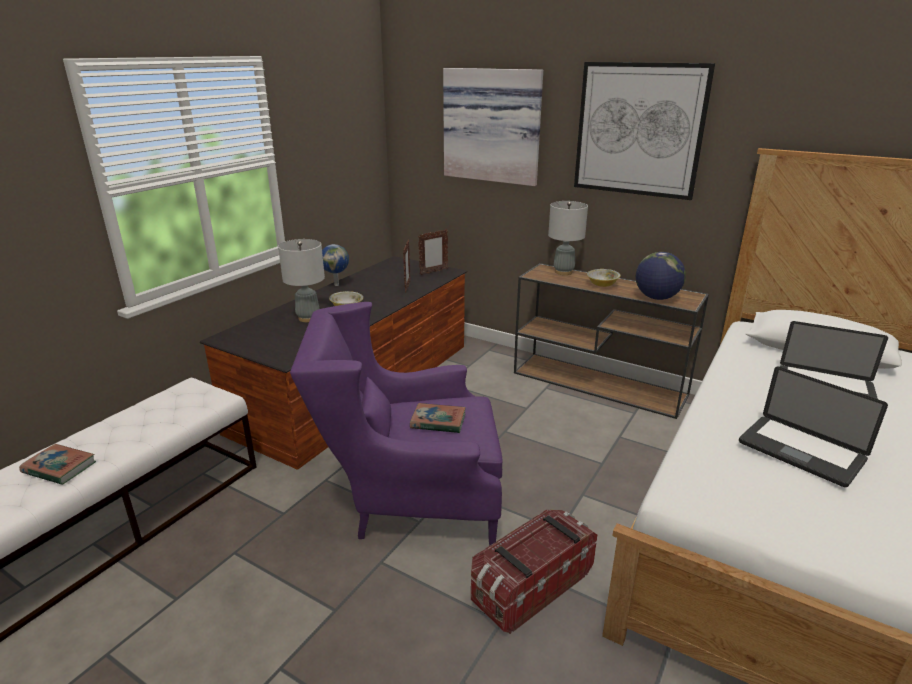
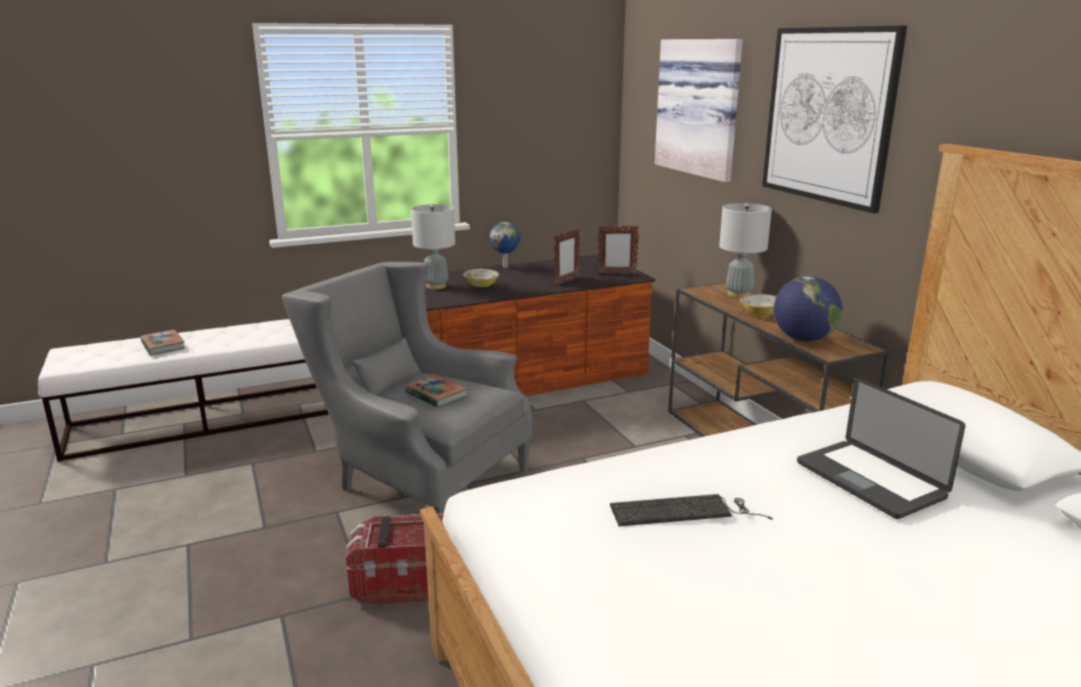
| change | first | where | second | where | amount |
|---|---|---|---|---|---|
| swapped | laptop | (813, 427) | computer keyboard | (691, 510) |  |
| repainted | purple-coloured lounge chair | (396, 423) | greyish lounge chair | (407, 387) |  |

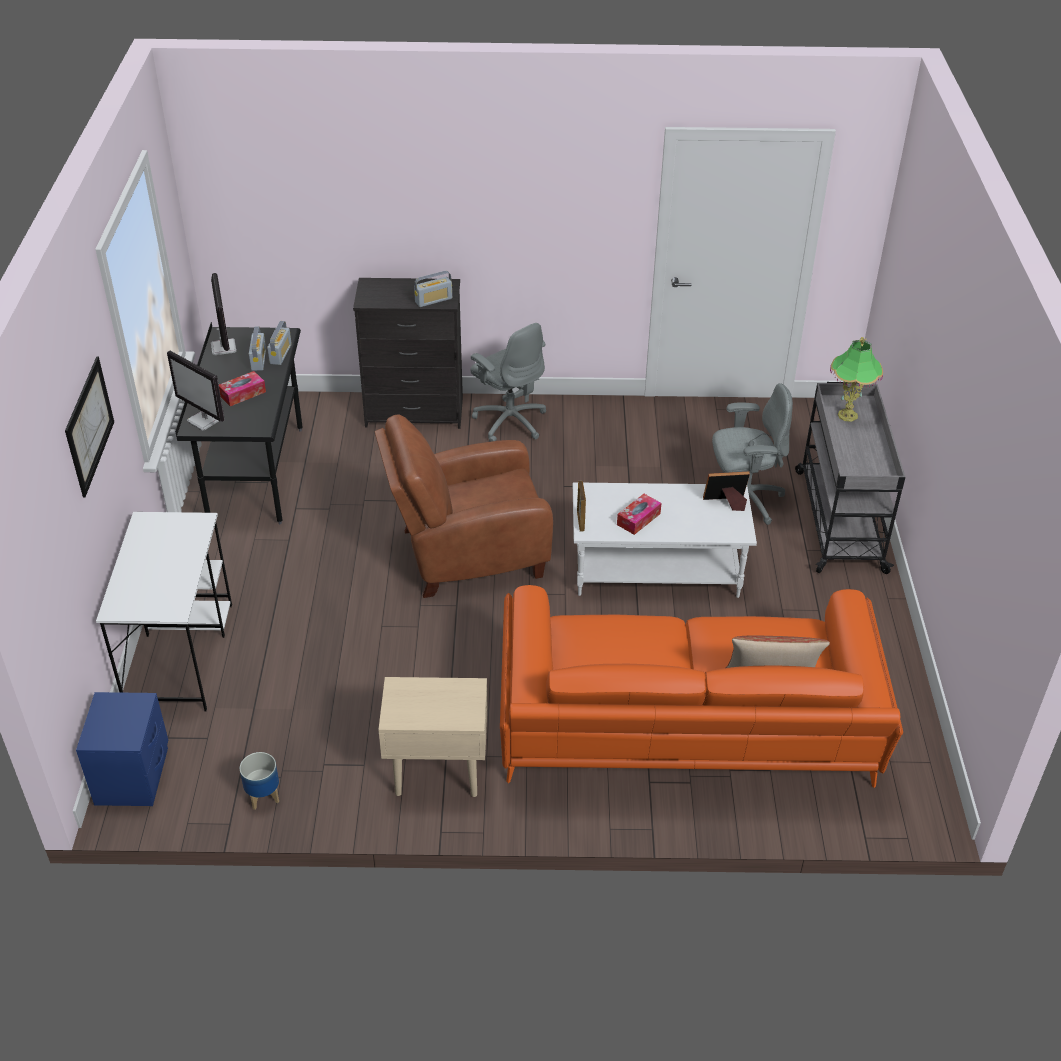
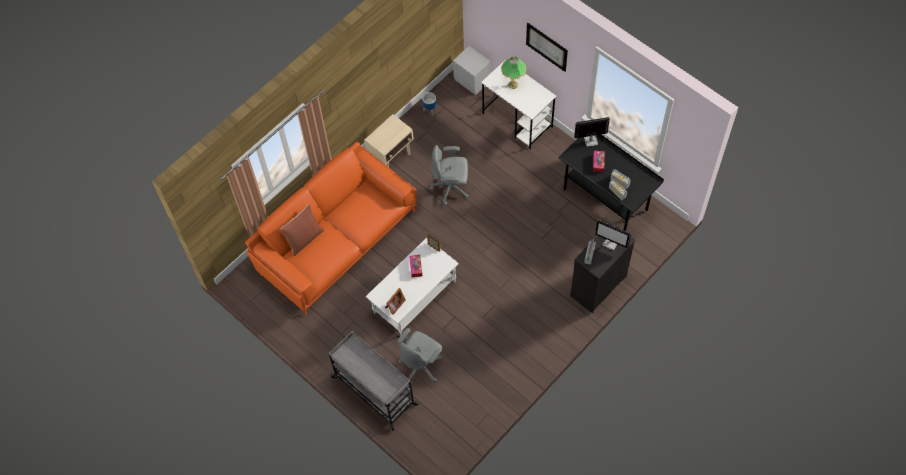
| change | first | where | second | where | amount |
|---|---|---|---|---|---|
| gone | brown-coloured lounge chair | (464, 506) |  |  |  |
| shifted | computer screen | (224, 314) |  | (613, 234) |  |
| shifted | greyish desk chair | (508, 382) |  | (449, 175) |  |
| shifted | lamp for a table | (856, 379) |  | (513, 72) |  |
| repainted | blue nightstand | (122, 749) | greyish nightstand | (472, 70) |  |

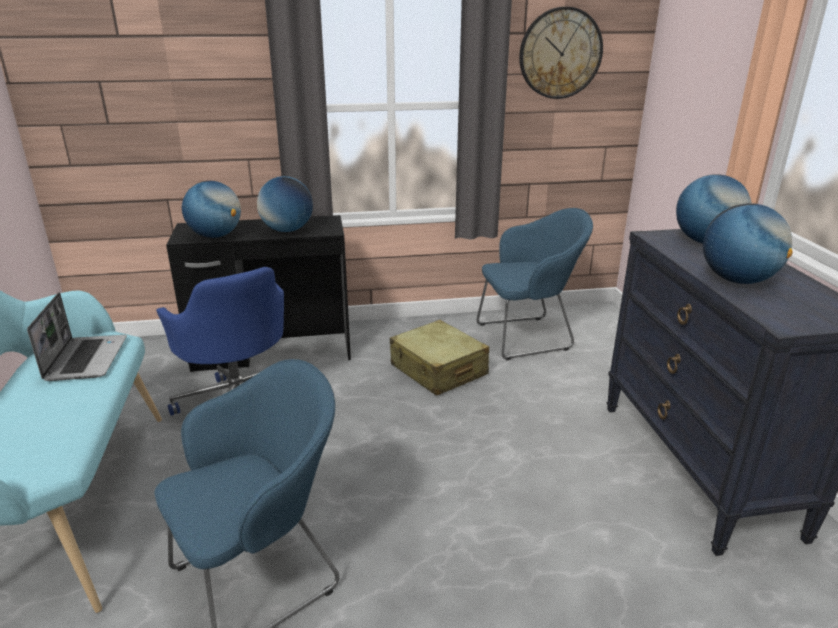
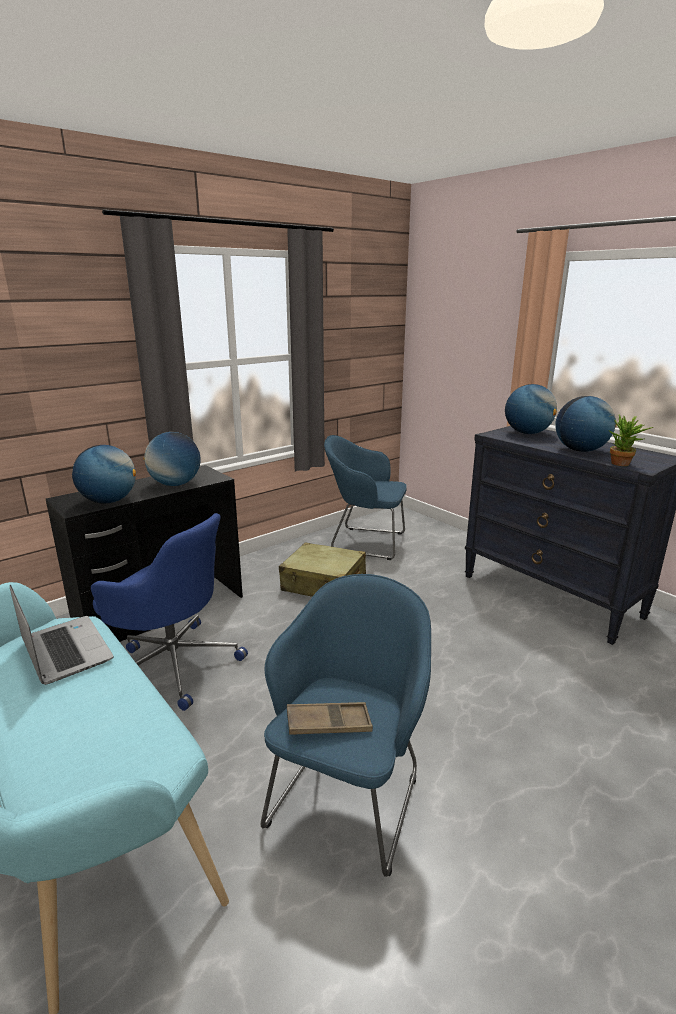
| change | first | where | second | where | amount |
|---|---|---|---|---|---|
| gone | clock on the wall | (561, 52) |  |  |  |
| new |  |  | brown-coloured serving tray | (330, 718) |  |
| new |  |  | potted plant | (631, 440) |  |
| rotated | blue lounge chair | (534, 284) |  | (365, 497) | 120 degrees counterclockwise |

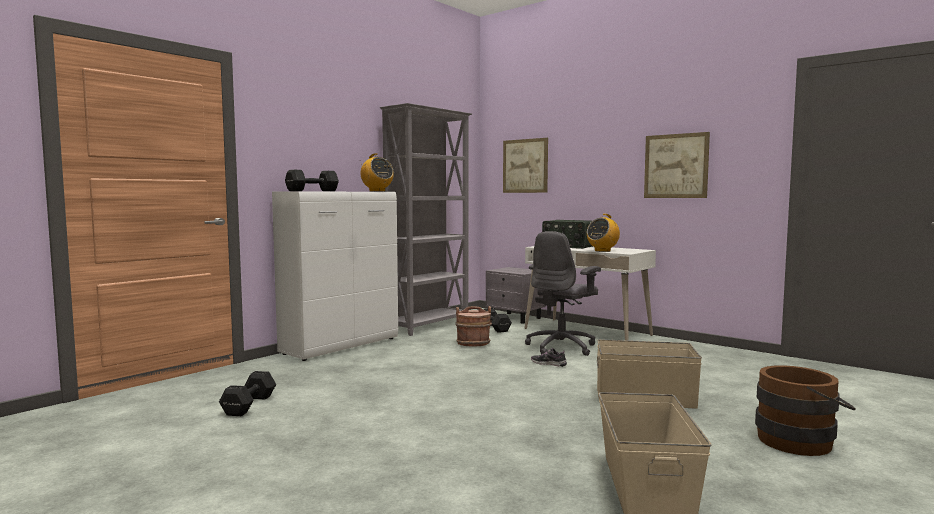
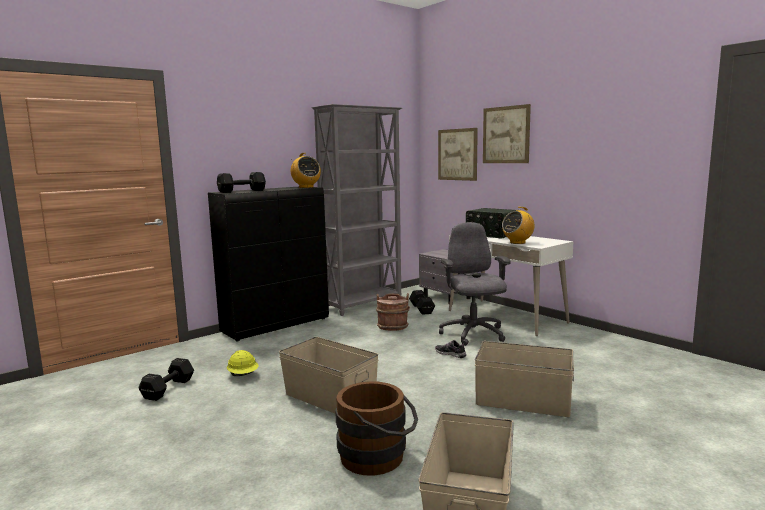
| change | first | where | second | where | amount |
|---|---|---|---|---|---|
| new |  |  | yellow-coloured hard hat | (242, 363) |  |
| new |  |  | beige storage container | (329, 375) |  |
| shifted | picture | (677, 165) |  | (507, 133) |  |
| shifted | brown-coloured water bucket | (805, 410) |  | (376, 428) |  |
| repainted | whitish storage cabinet | (335, 276) | black-coloured storage cabinet | (268, 264) |  |
| rotated | greyish desk chair | (563, 293) |  | (475, 284) | 120 degrees clockwise |

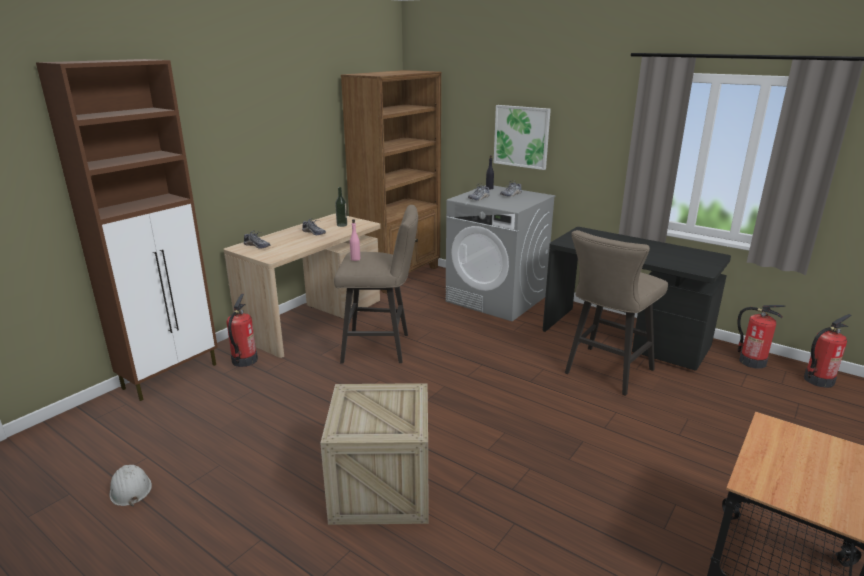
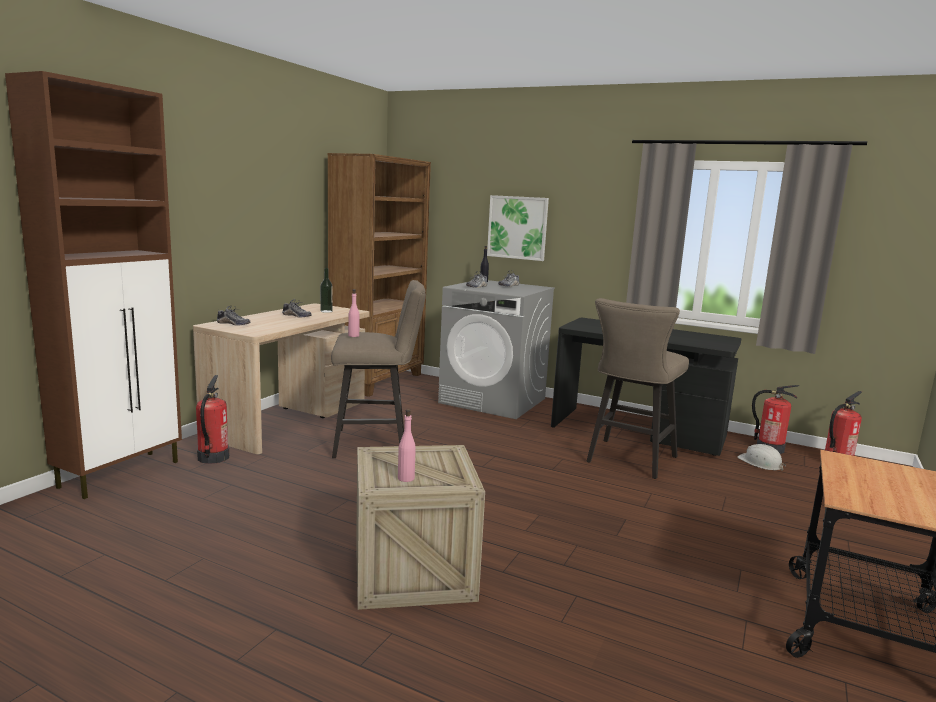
| change | first | where | second | where | amount |
|---|---|---|---|---|---|
| new |  |  | pink bottle | (407, 445) |  |
| shifted | whitish hard hat | (130, 485) |  | (761, 457) |  |

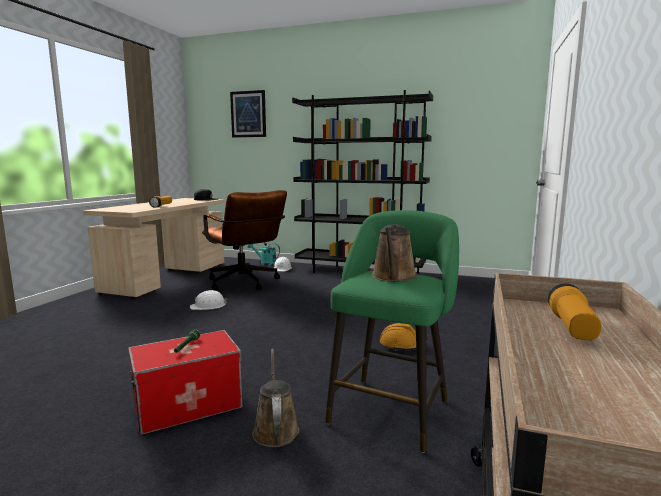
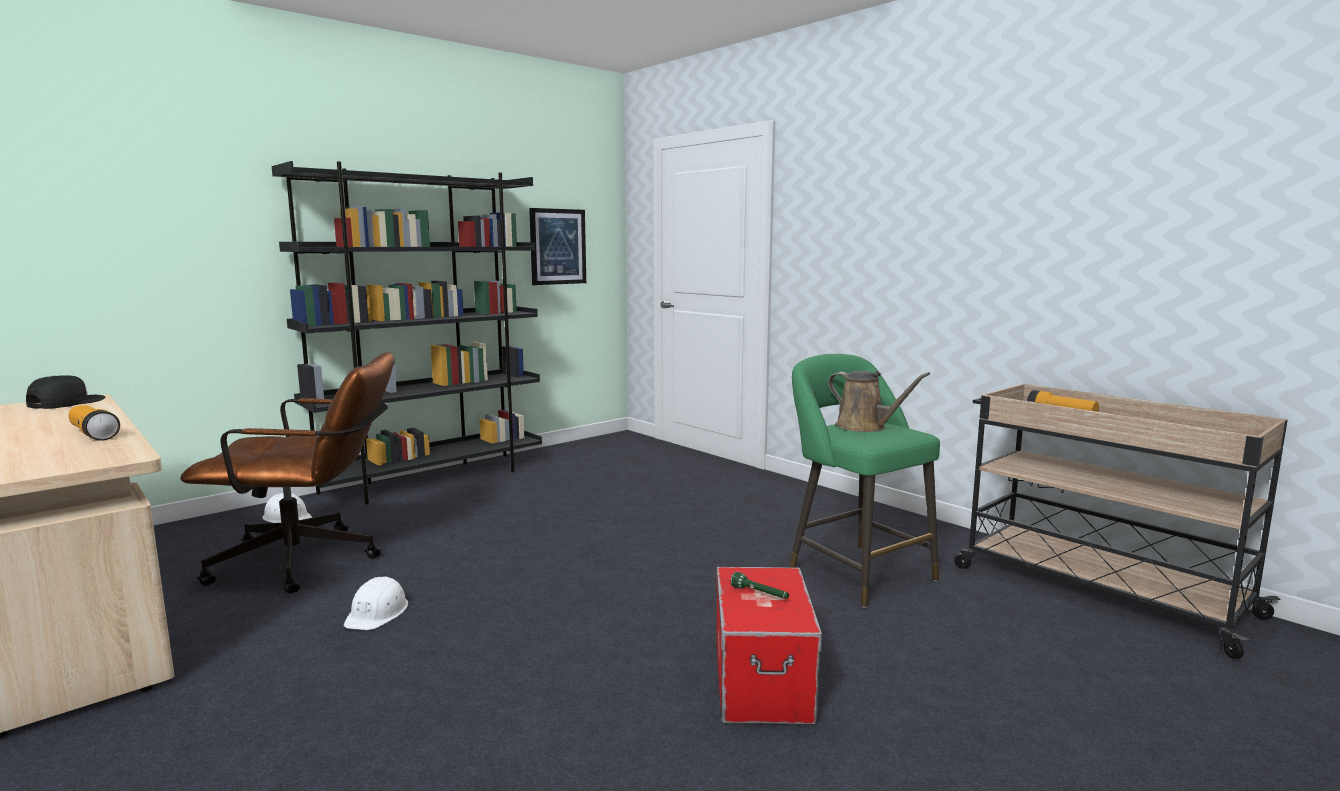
| change | first | where | second | where | amount |
|---|---|---|---|---|---|
| gone | blue-green watering can | (264, 255) |  |  |  |
| gone | brown-coloured watering can | (275, 398) |  |  |  |
| gone | orange-coloured hard hat | (404, 337) |  |  |  |
| shifted | picture | (248, 114) |  | (557, 246) |  |

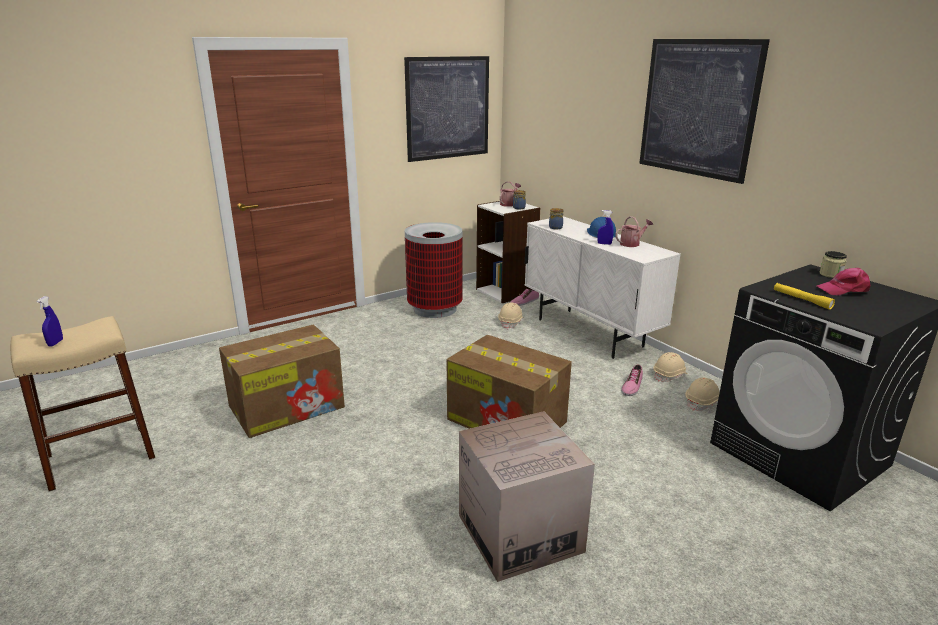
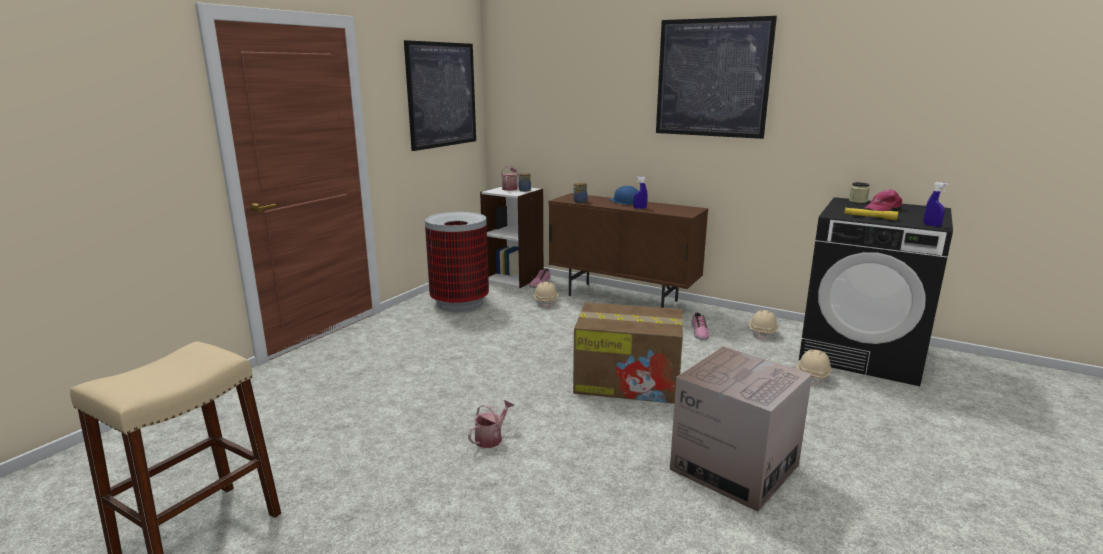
| change | first | where | second | where | amount |
|---|---|---|---|---|---|
| gone | packing box | (282, 381) |  |  |  |
| shifted | blue spray bottle | (49, 321) |  | (936, 204) |  |
| shifted | watering can | (634, 231) |  | (491, 424) |  |
| shifted | beige hard hat | (670, 367) |  | (814, 367) |  |
| repainted | whitish storage cabinet | (603, 288) | brown-coloured storage cabinet | (628, 250) |  |

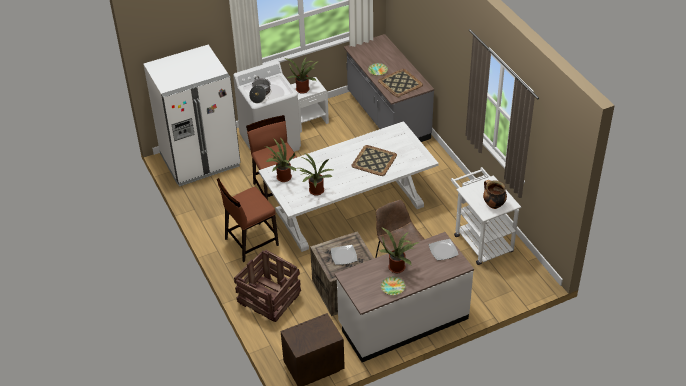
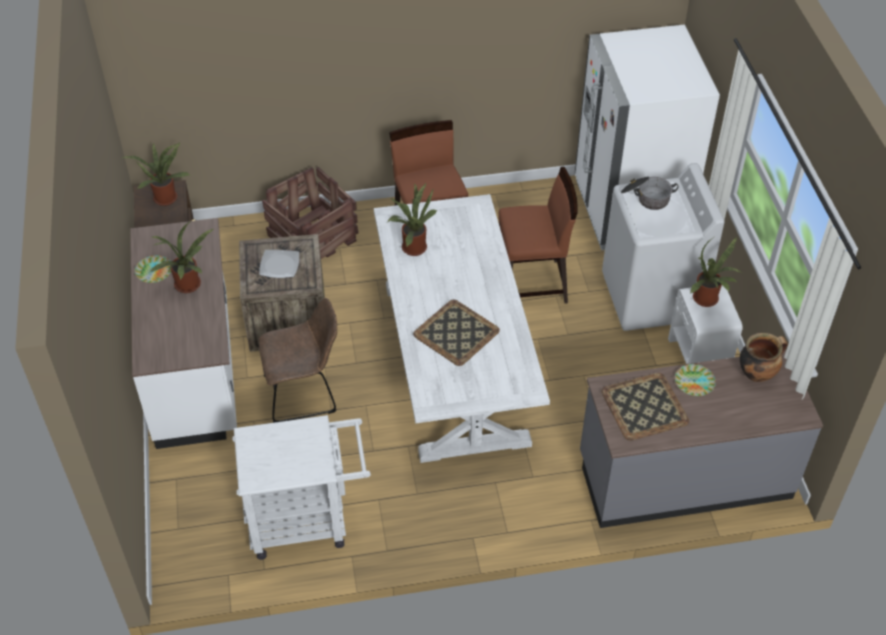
| change | first | where | second | where | amount |
|---|---|---|---|---|---|
| gone | dinner plate | (444, 249) |  |  |  |
| shifted | potted plant | (280, 159) |  | (156, 174) |  |
| shifted | saucepot | (495, 194) |  | (764, 357) |  |

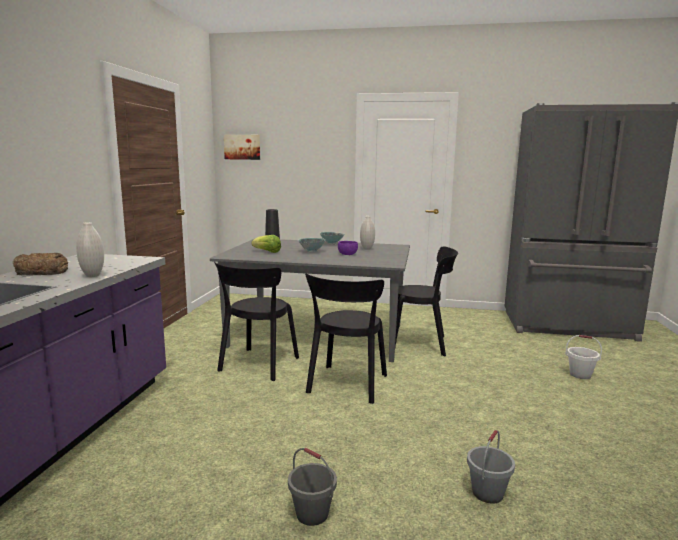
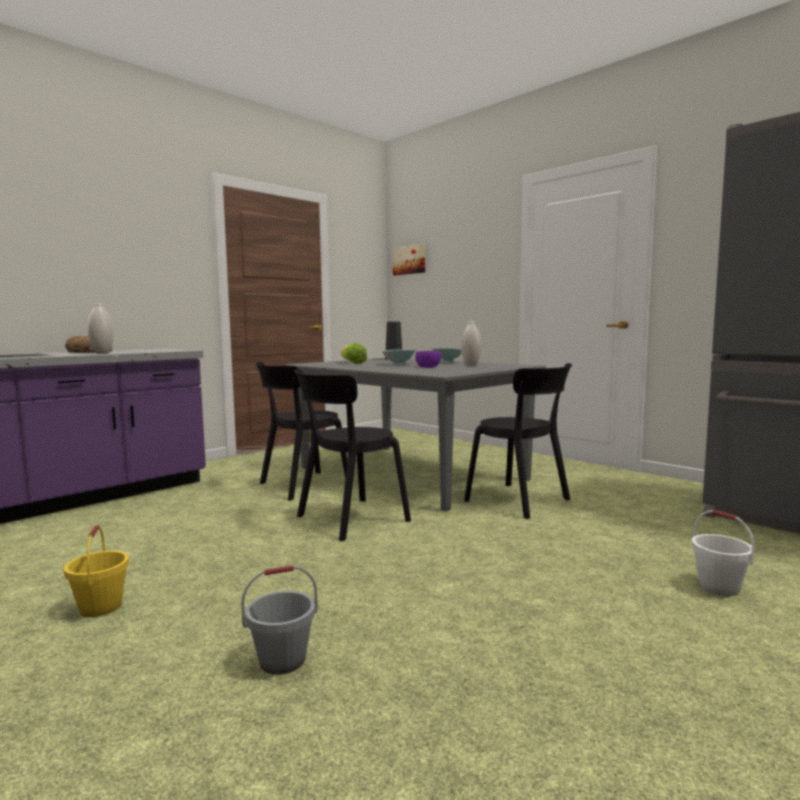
| change | first | where | second | where | amount |
|---|---|---|---|---|---|
| repainted | greyish water bucket | (312, 487) | yellow-coloured water bucket | (96, 571) |  |

